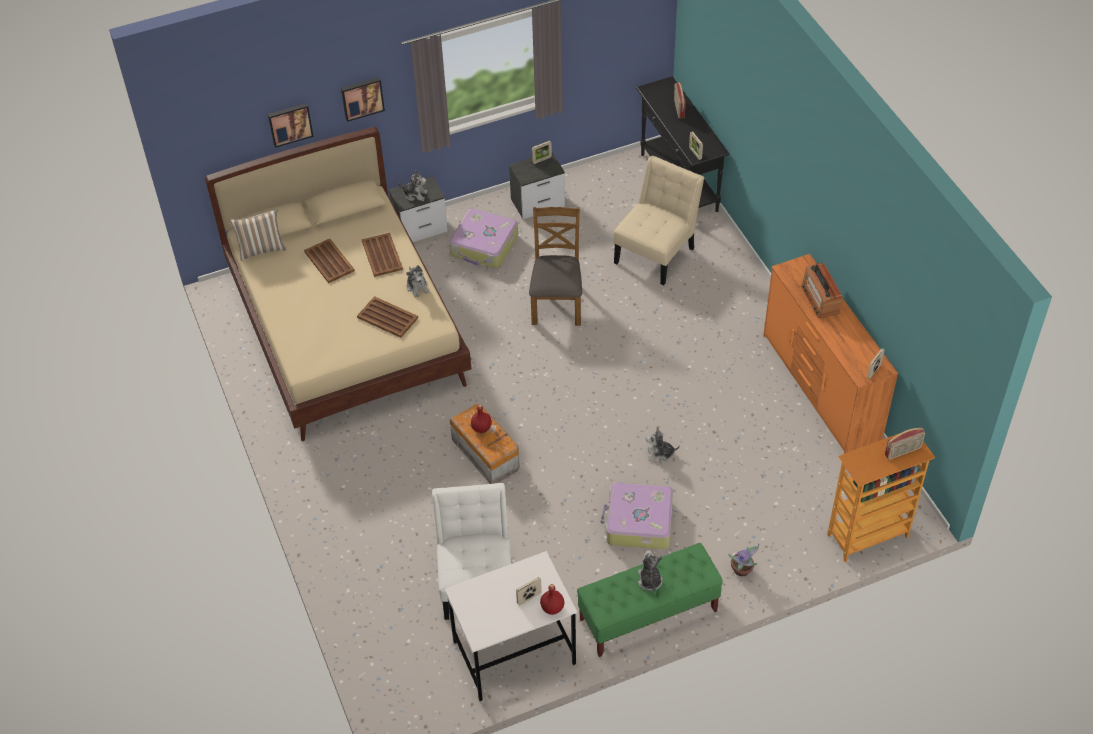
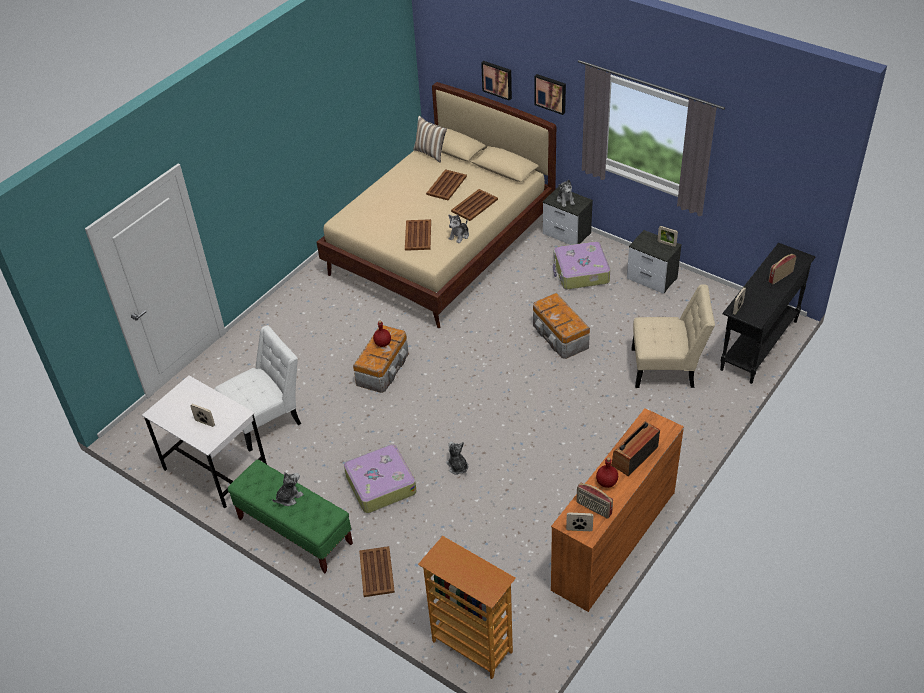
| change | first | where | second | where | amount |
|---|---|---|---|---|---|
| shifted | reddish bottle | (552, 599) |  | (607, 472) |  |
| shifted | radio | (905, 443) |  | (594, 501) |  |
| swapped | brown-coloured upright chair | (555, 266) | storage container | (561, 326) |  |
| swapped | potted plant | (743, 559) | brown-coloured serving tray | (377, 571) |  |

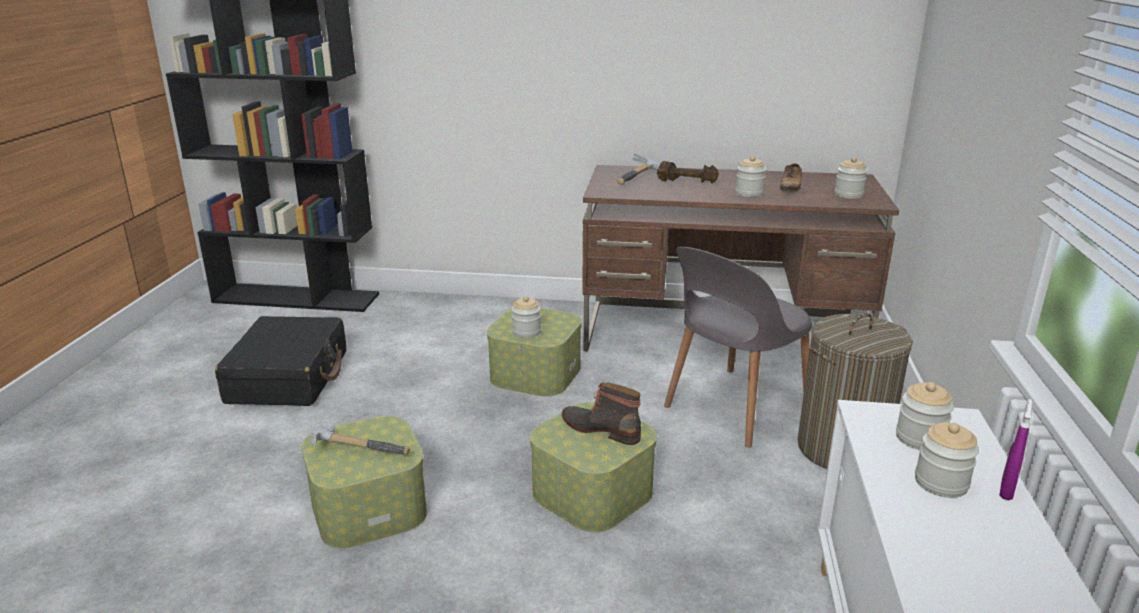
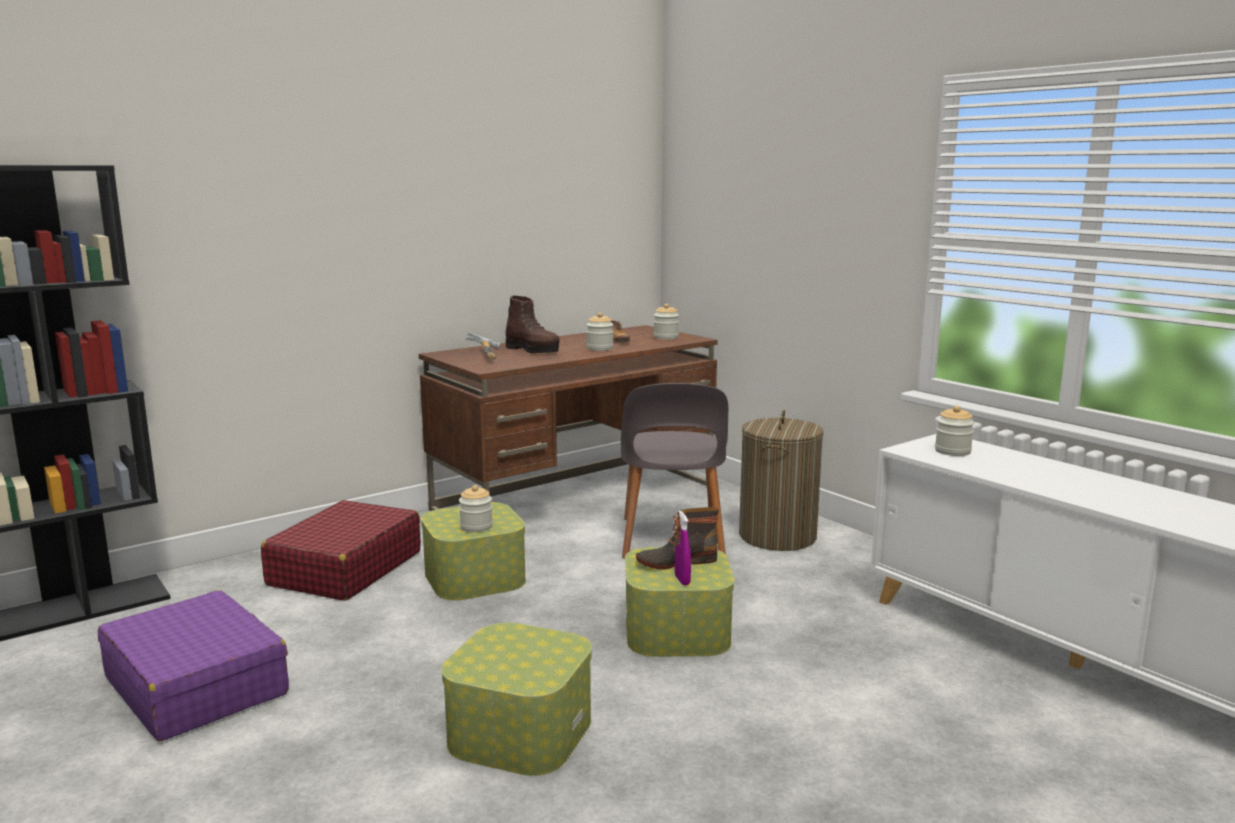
| change | first | where | second | where | amount |
|---|---|---|---|---|---|
| gone | tool hammer | (360, 440) |  |  |  |
| gone | storage jar | (947, 460) |  |  |  |
| new |  |  | reddish suitcase | (341, 550) |  |
| shifted | purple-coloured spray bottle | (1016, 449) |  | (683, 548) |  |
| swapped | brown-coloured hand weight | (688, 172) | brown-coloured high-top boot | (533, 324) |  |
| repainted | black-coloured suitcase | (280, 361) | purple-coloured suitcase | (193, 665) |  |

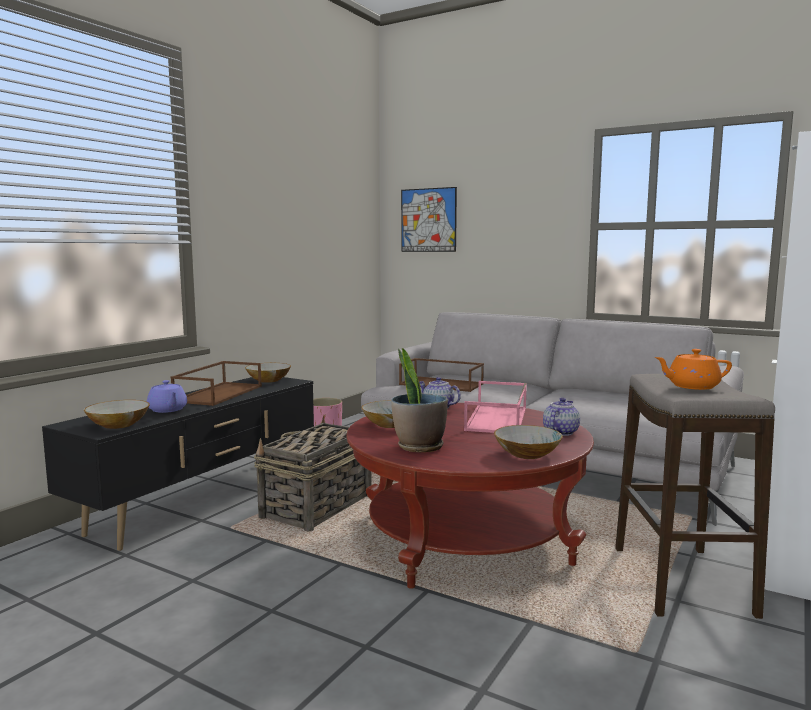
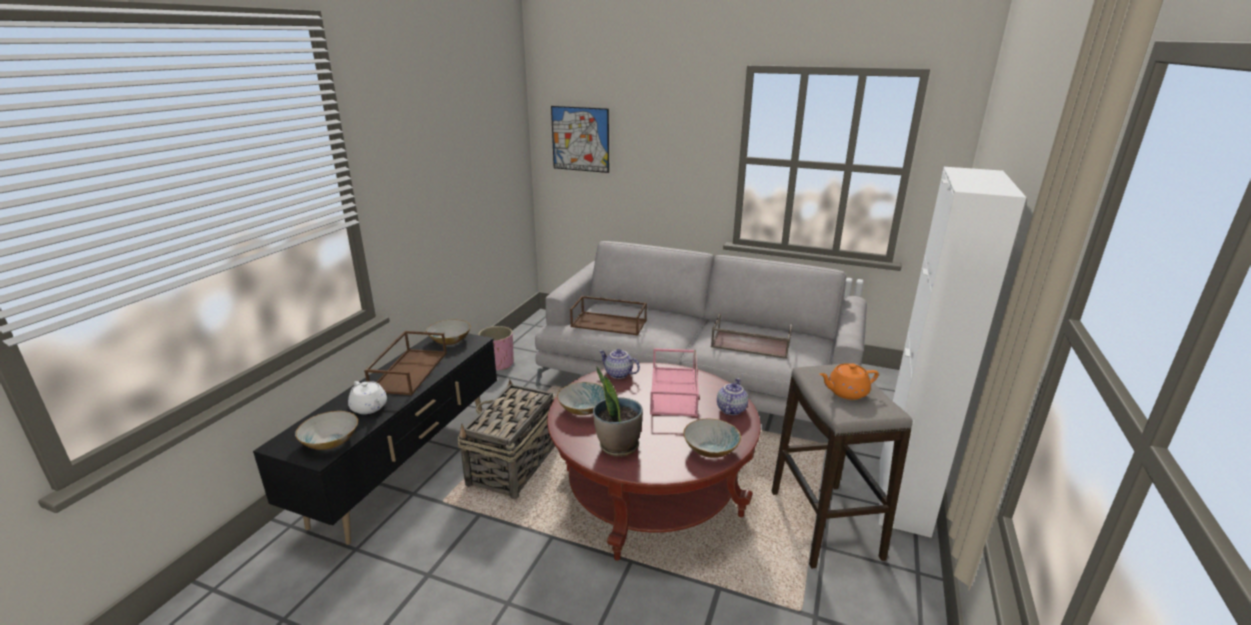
| change | first | where | second | where | amount |
|---|---|---|---|---|---|
| new |  |  | brown-coloured serving tray | (751, 336) |  |
| repainted | purple-coloured teapot | (167, 396) | whitish teapot | (367, 397) |  |

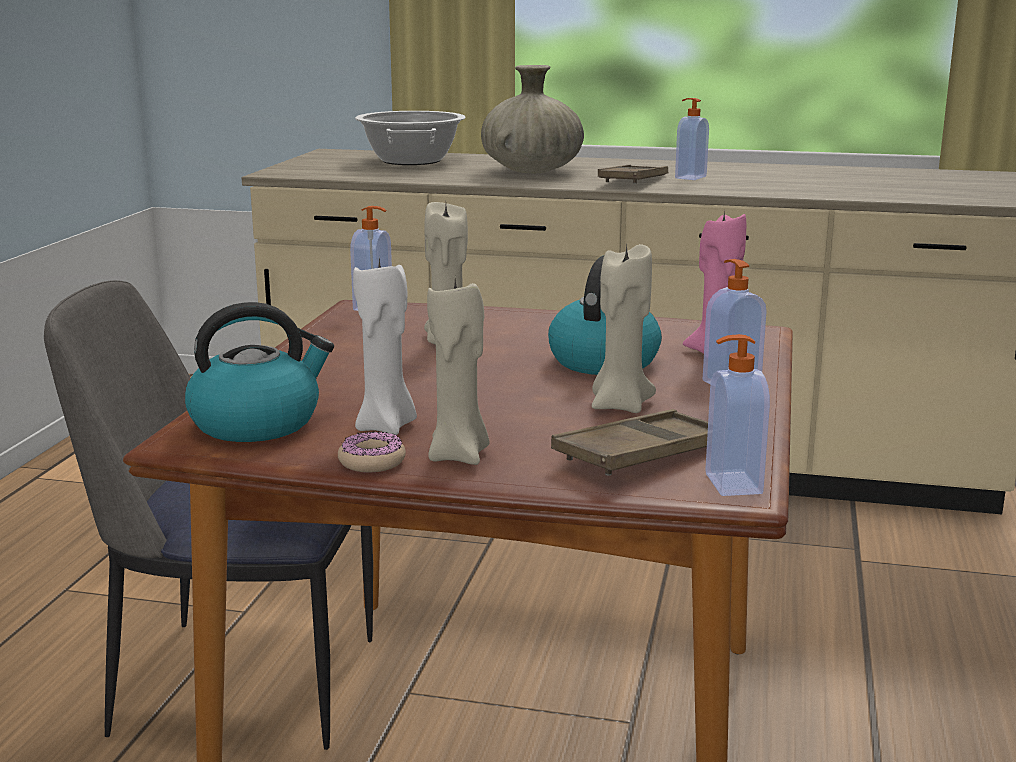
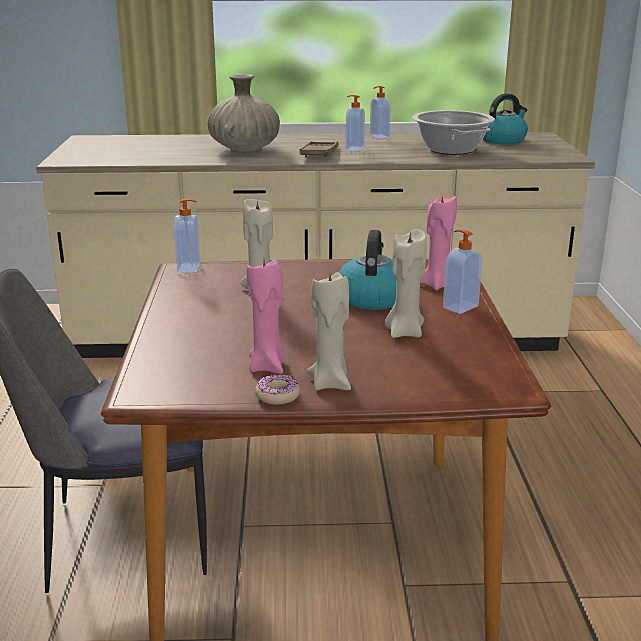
| change | first | where | second | where | amount |
|---|---|---|---|---|---|
| gone | brown-coloured serving tray | (629, 442) |  |  |  |
| shifted | kettle | (259, 372) |  | (505, 118) |  |
| shifted | saucepot | (410, 138) |  | (453, 132) |  |
| shifted | soap dispenser | (738, 415) |  | (380, 112) |  |
| repainted | whitish wax light | (385, 347) | pink wax light | (266, 317) |  |

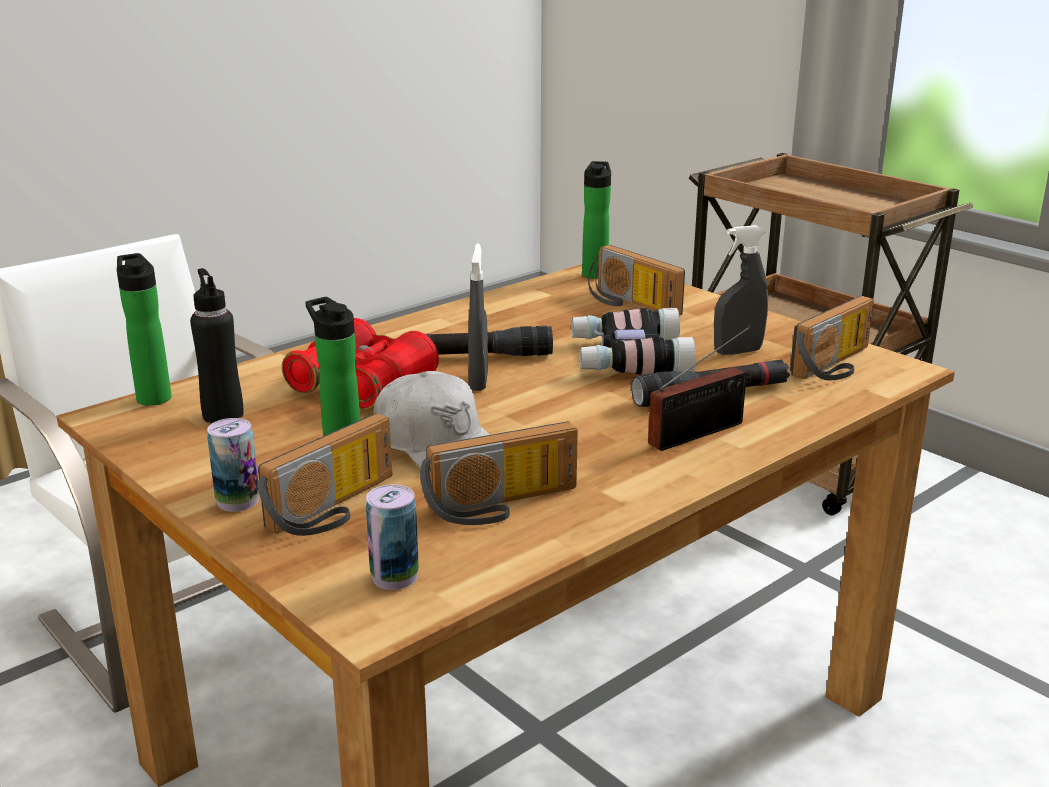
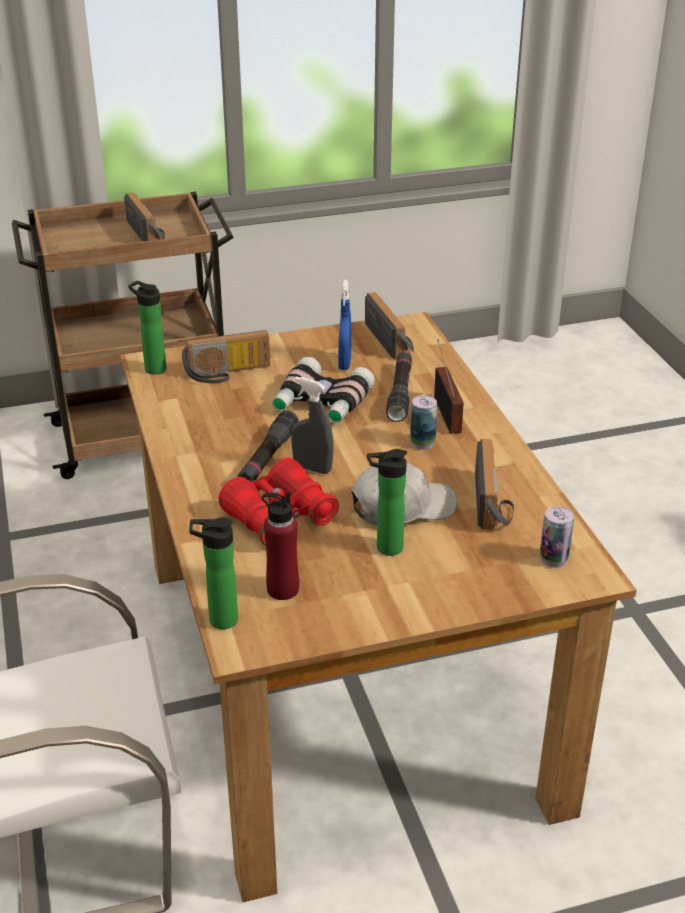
| change | first | where | second | where | amount |
|---|---|---|---|---|---|
| shifted | can | (233, 465) |  | (423, 422) |  |
| shifted | radio | (325, 474) |  | (144, 216) |  |
| repainted | black-coloured bottle | (216, 345) | reddish bottle | (280, 546) |  |
| repainted | greyish spray bottle | (741, 290) | blue spray bottle | (344, 325) |  |

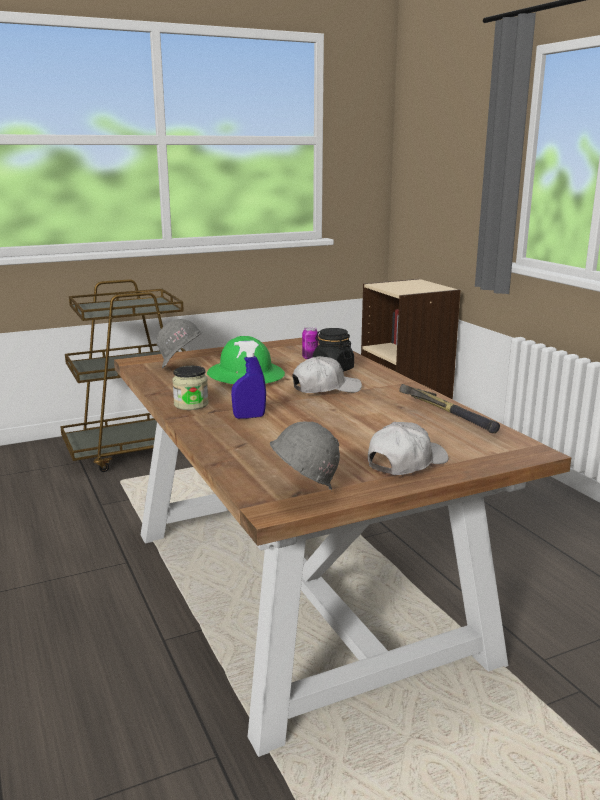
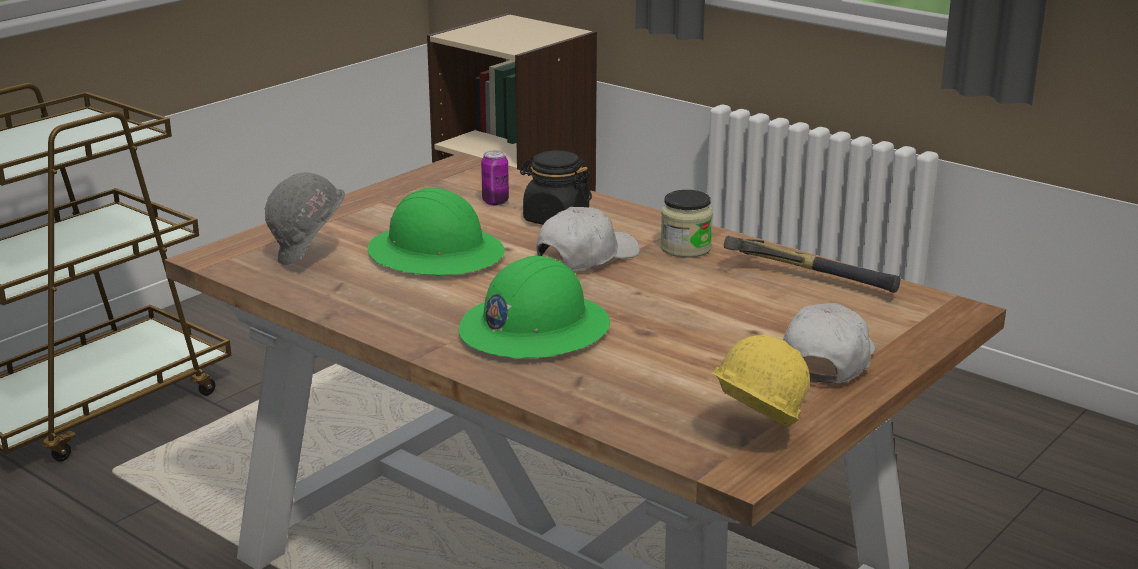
| change | first | where | second | where | amount |
|---|---|---|---|---|---|
| shifted | storage jar | (190, 388) |  | (686, 224) |  |
| swapped | blue spray bottle | (248, 379) | greenish hard hat | (534, 307) |  |
| repainted | greyish hard hat | (305, 456) | yellow-coloured hard hat | (760, 381) |  |

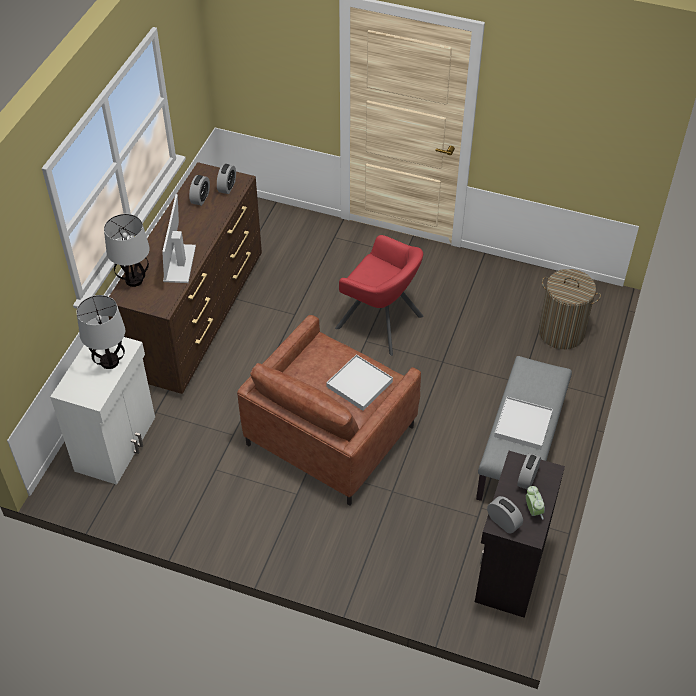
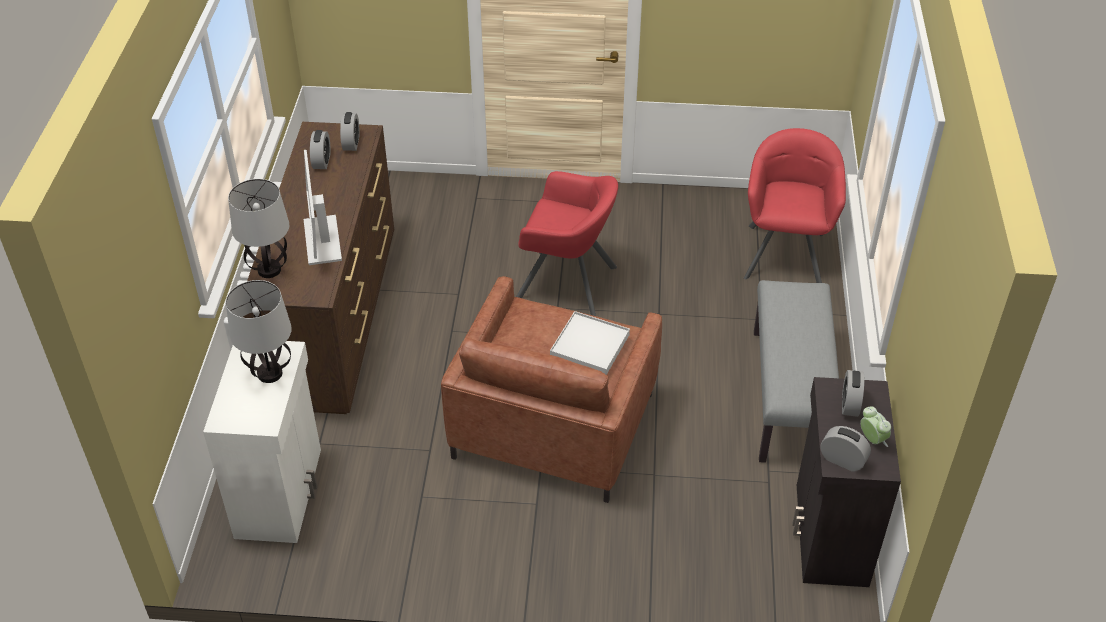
| change | first | where | second | where | amount |
|---|---|---|---|---|---|
| gone | whitish serving tray | (523, 423) |  |  |  |
| swapped | washing basket | (570, 309) | reddish lounge chair | (795, 205) |  |

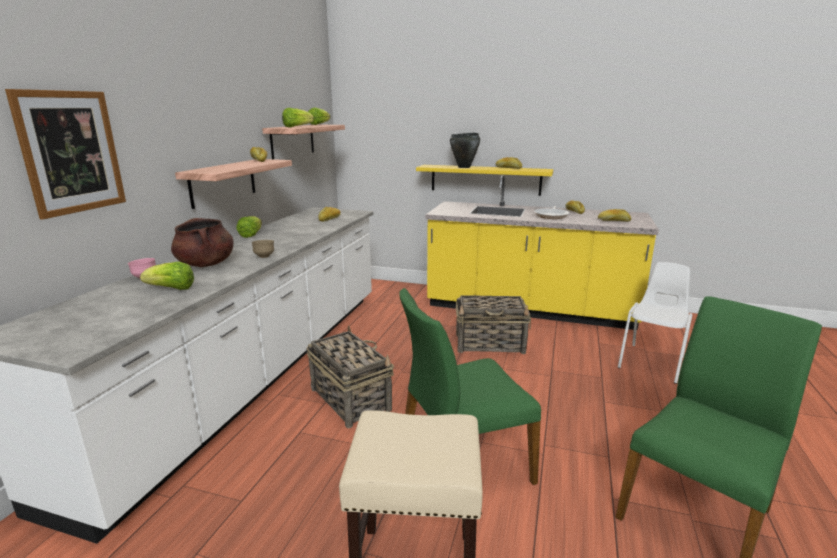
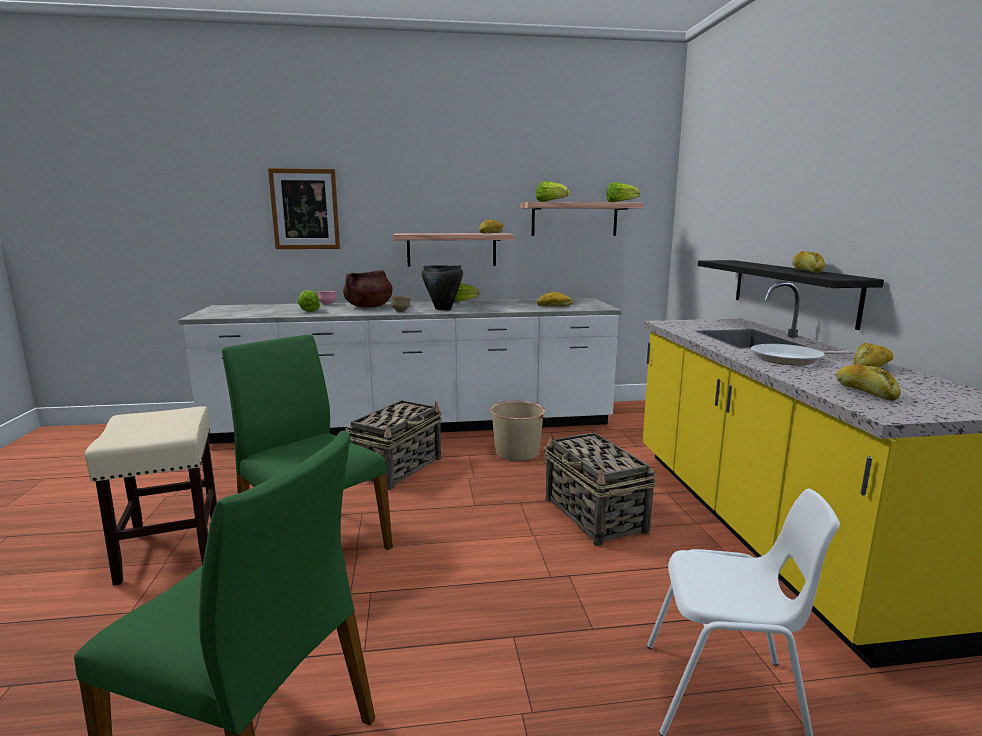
| change | first | where | second | where | amount |
|---|---|---|---|---|---|
| new |  |  | beige water bucket | (518, 431) |  |
| shifted | black-coloured saucepot | (465, 150) |  | (442, 287) |  |
| repainted | yellow-coloured shelf | (484, 180) | black-coloured shelf | (791, 295) |  |

